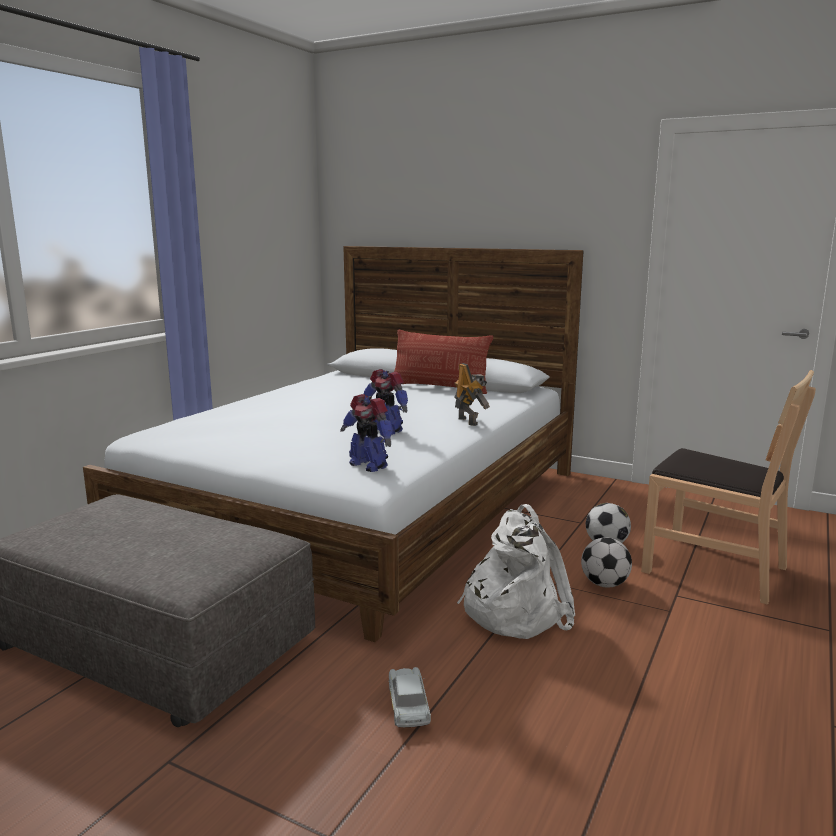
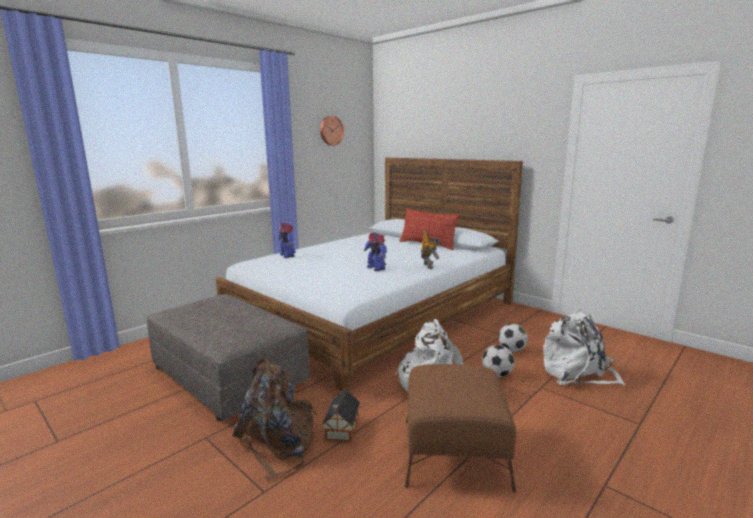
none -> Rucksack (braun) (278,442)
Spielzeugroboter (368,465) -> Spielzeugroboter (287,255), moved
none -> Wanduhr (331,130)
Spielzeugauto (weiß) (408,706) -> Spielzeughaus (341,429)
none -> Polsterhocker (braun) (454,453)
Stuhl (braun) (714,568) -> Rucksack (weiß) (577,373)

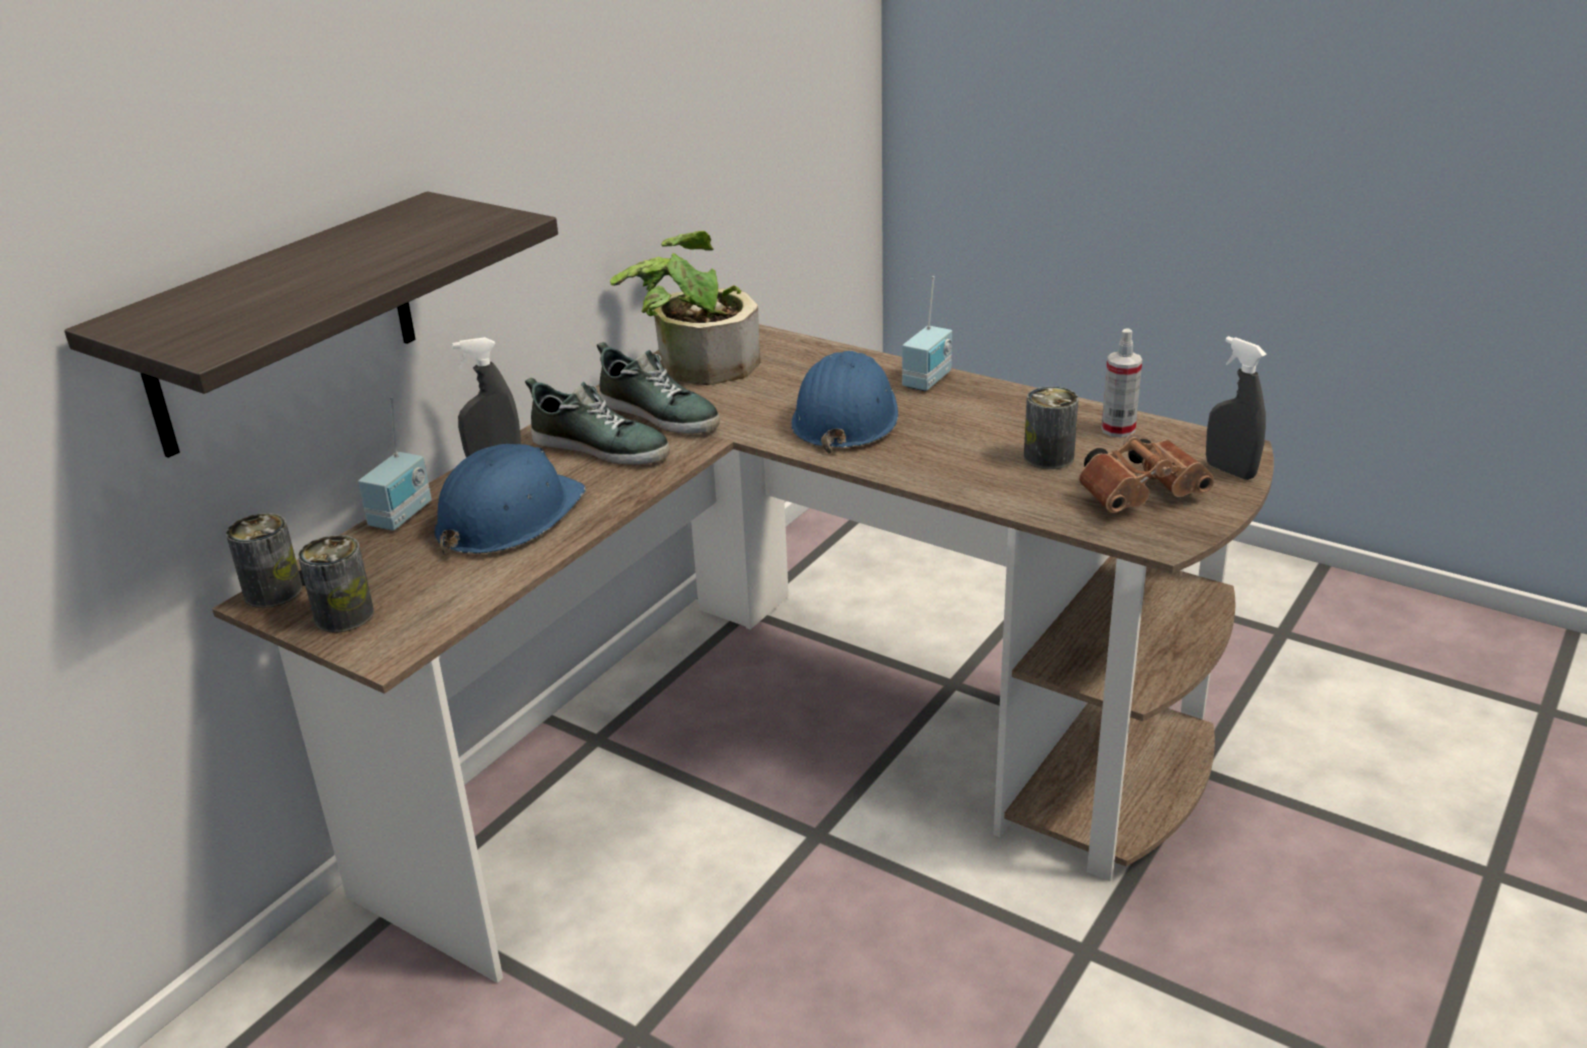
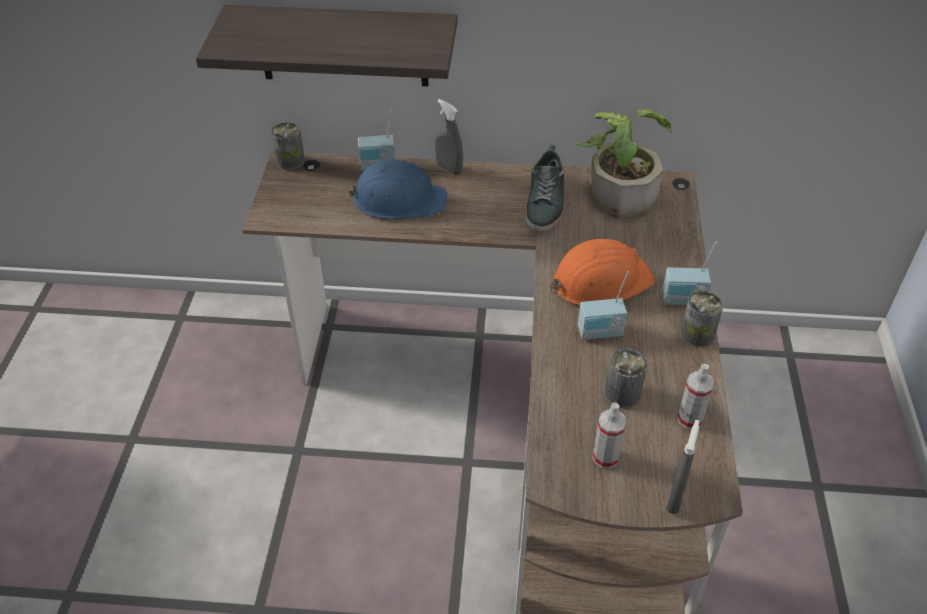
Schutzhelm (blau) (845,418) -> Schutzhelm (orange) (600,281)
none -> Radio (600,333)
Fernglas (braun) (1143,495) -> Sprühflasche (605,457)
Dose (344,615) -> Dose (697,334), moved
Schuh (601,446) -> none

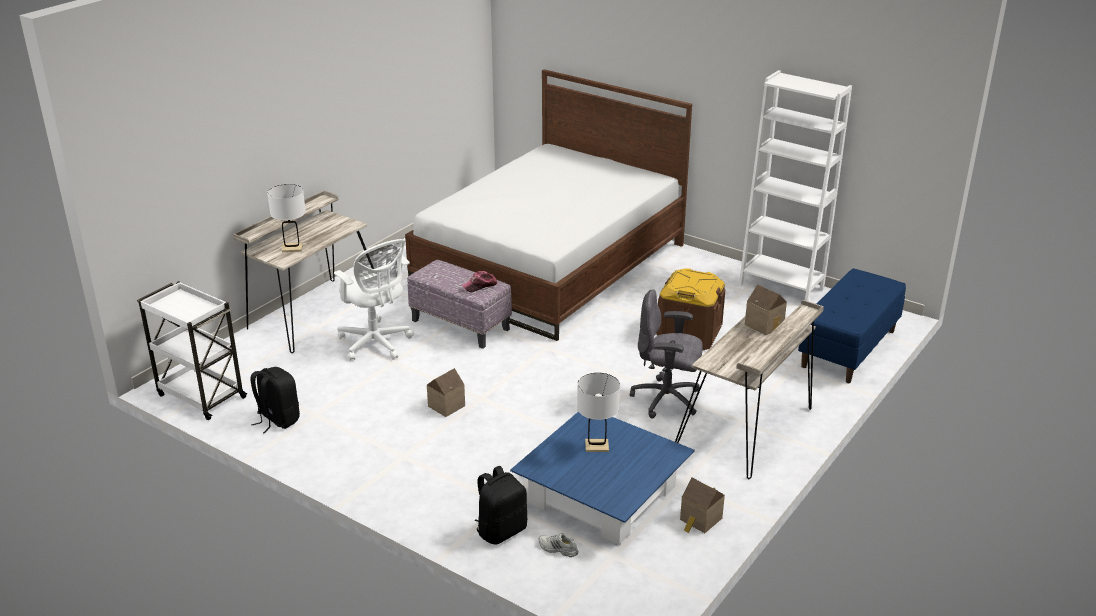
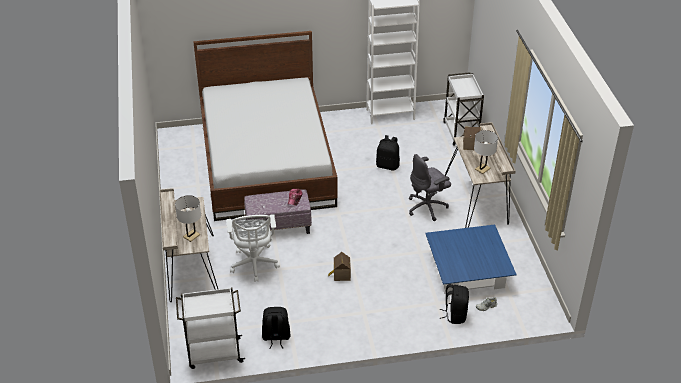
Bürostuhl (weiß) (376,344) -> Bürostuhl (weiß) (254,265), 75 degrees clockwise
Aufbewahrungsbox (braun) (689,333) -> Rucksack (schwarz) (388,165)
Bank (blau) (848,349) -> Rollwagen (weiß) (461,133)
Tischlampe (weiß) (596,446) -> Tischlampe (weiß) (482,169), moved
Spielzeughaus (700,520) -> none

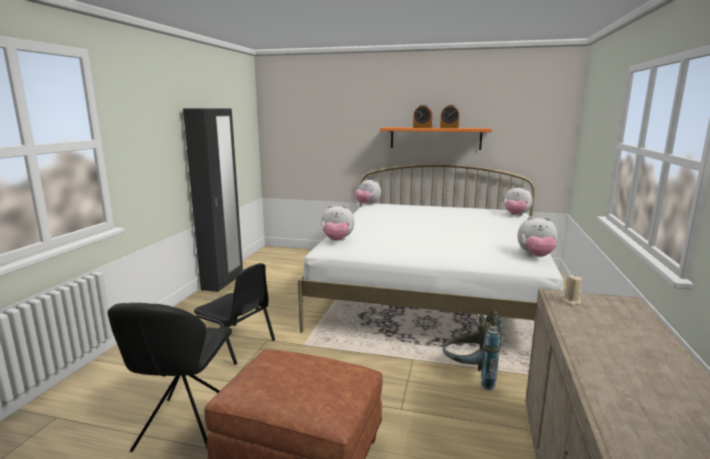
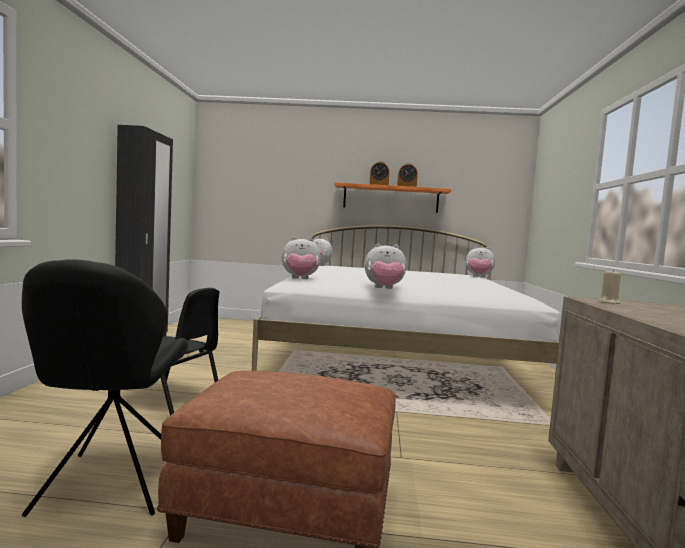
Plüschtier (536,256) -> Plüschtier (384,288), moved
Rucksack (grau) (470,376) -> none

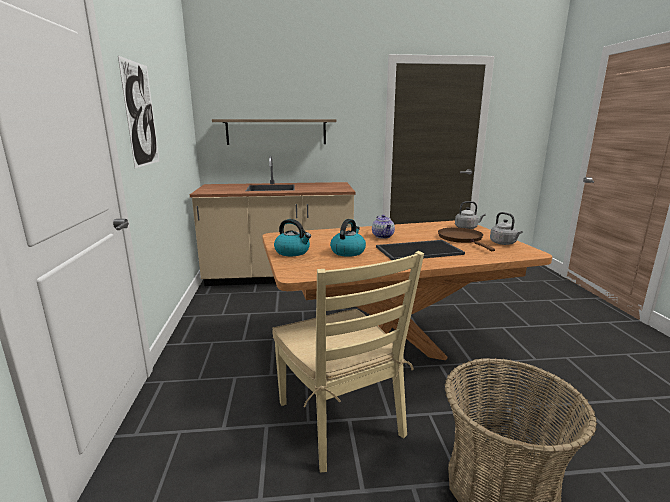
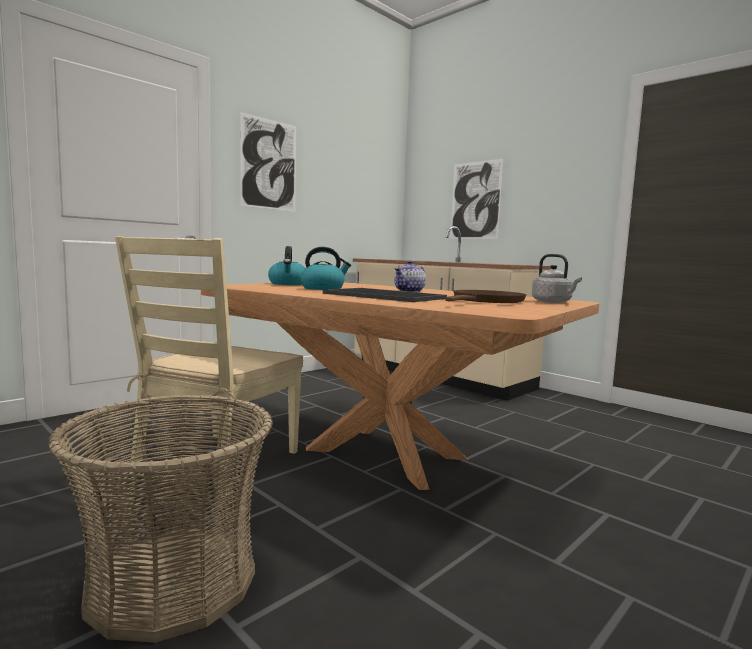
Wandregal (276,132) -> Bild (475,200)
Wasserkessel (grau) (504,243) -> none

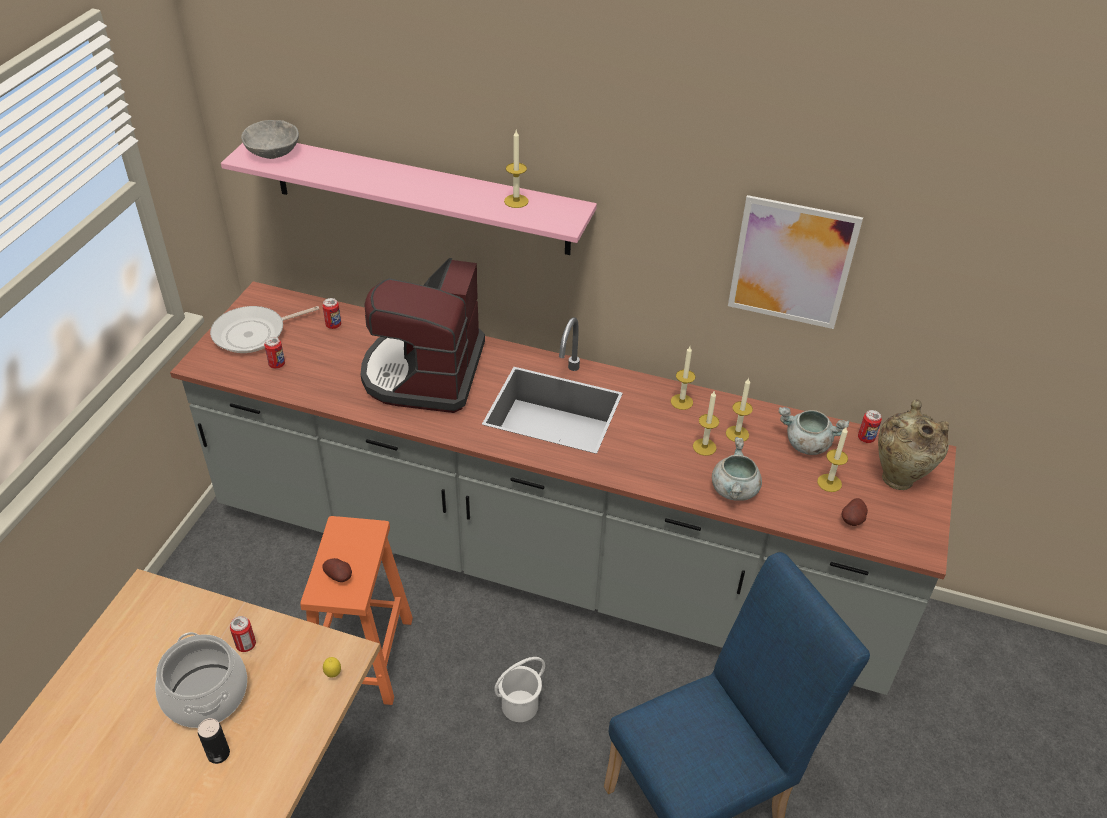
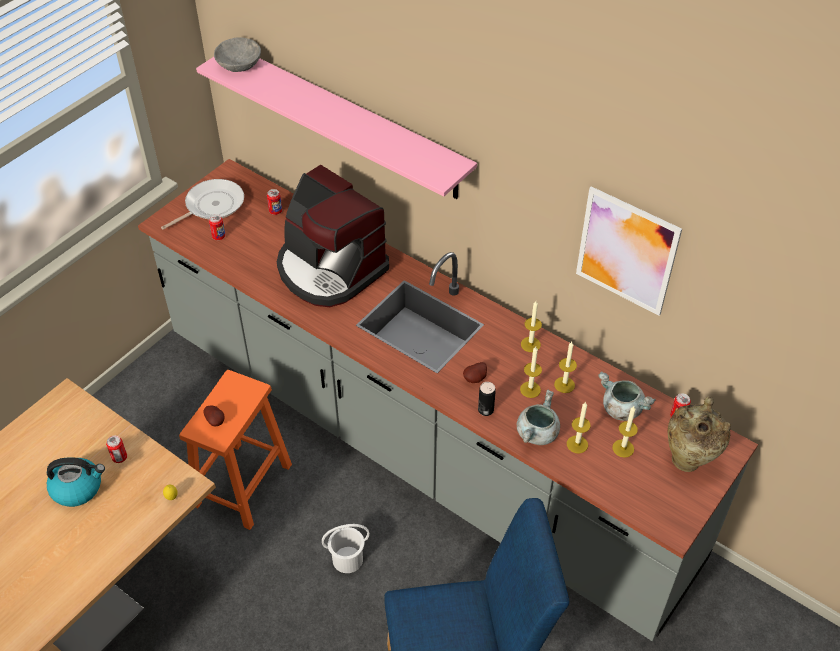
Kochtopf (205,695) -> Wasserkessel (78,488)
Pfanne (254,334) -> Pfanne (211,206), 150 degrees clockwise
Kaffeemaschine (424,372) -> Kaffeemaschine (330,269), 75 degrees counterclockwise
Kartoffel (853,520) -> Kartoffel (476,379), moved
Dose (218,754) -> Dose (485,410), moved
Kerze (516,201) -> Kerze (577,444), moved

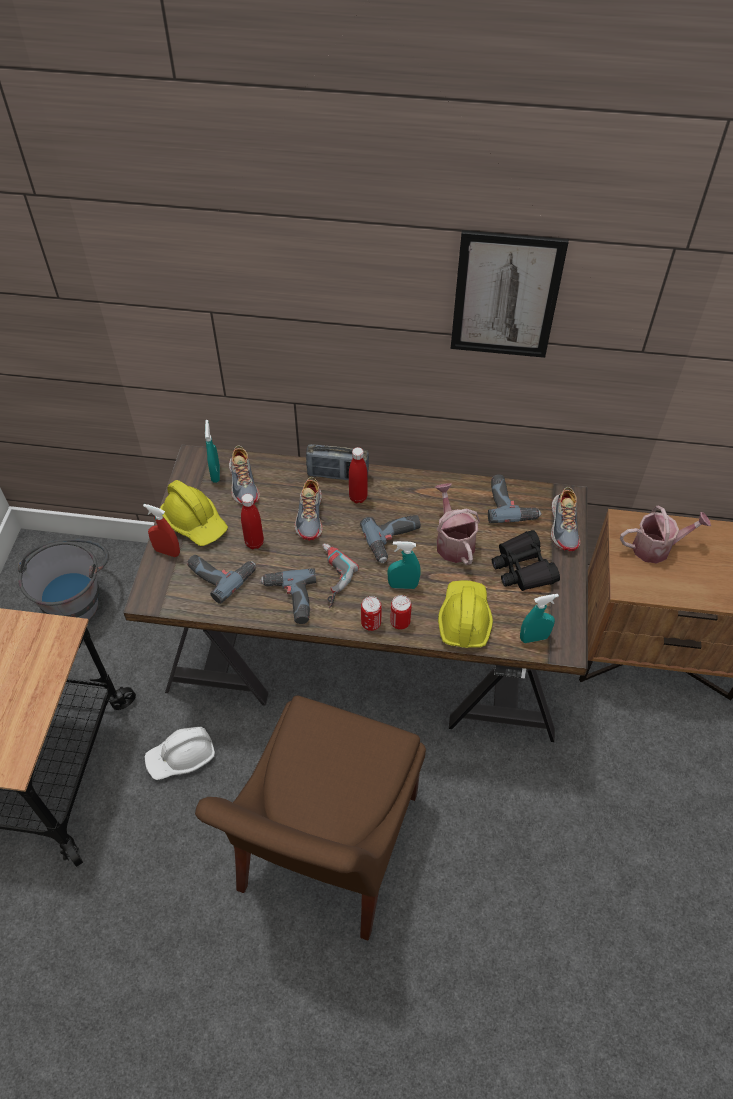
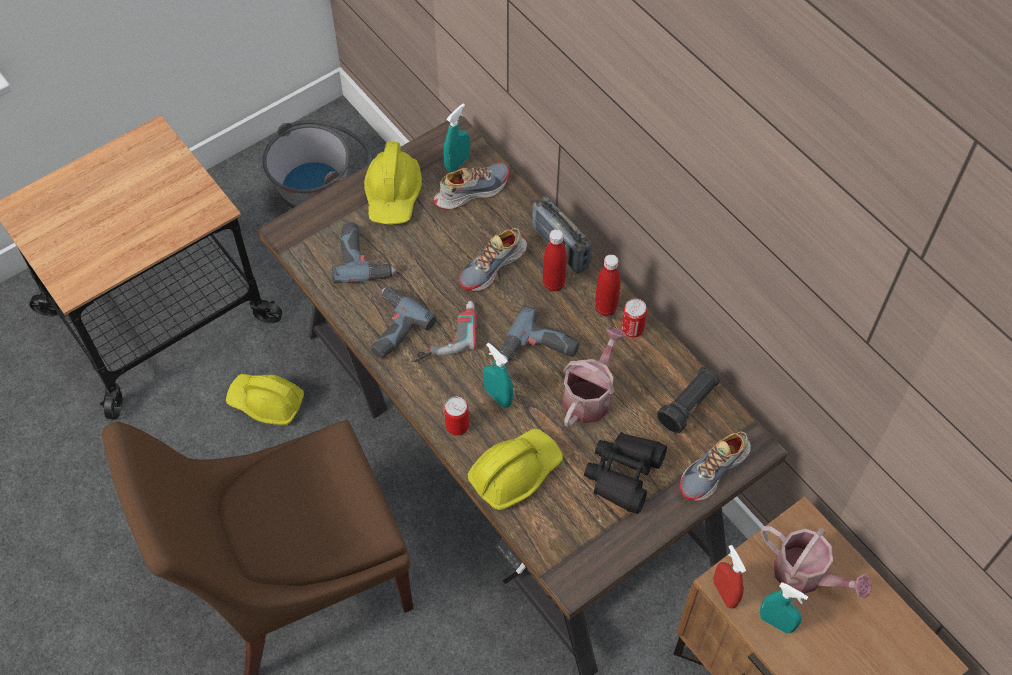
Schutzhelm (weiß) (181,757) -> Schutzhelm (gelb) (266,402)
Schuh (244,483) -> Schuh (471,190), 150 degrees counterclockwise
Flasche (rot) (254,543) -> Flasche (rot) (605,308), moved
Dose (371,623) -> Dose (632,329), moved
Bohrmaschine (510,503) -> Taschenlampe (schwarz) (688,405)
Sprühflasche (rot) (167,551) -> Sprühflasche (rot) (724,593), moved
Sprühflasche (türkis) (534,638) -> Sprühflasche (türkis) (776,622), moved
Bild (505,296) -> none

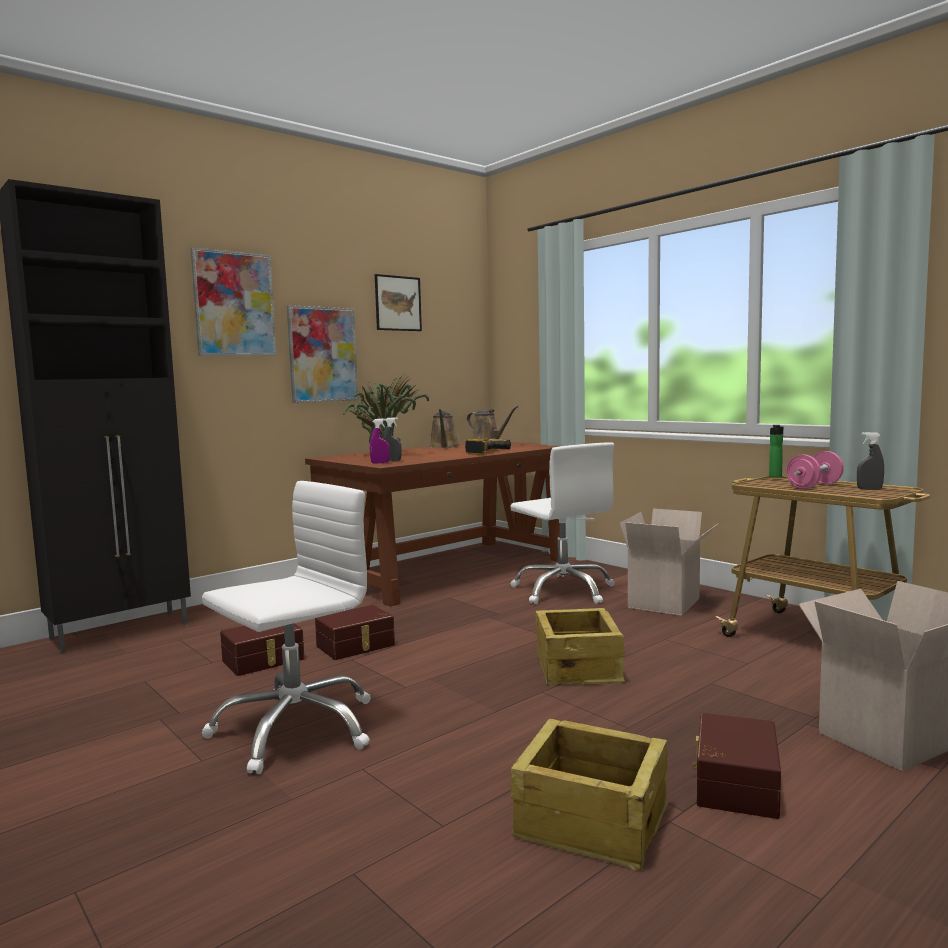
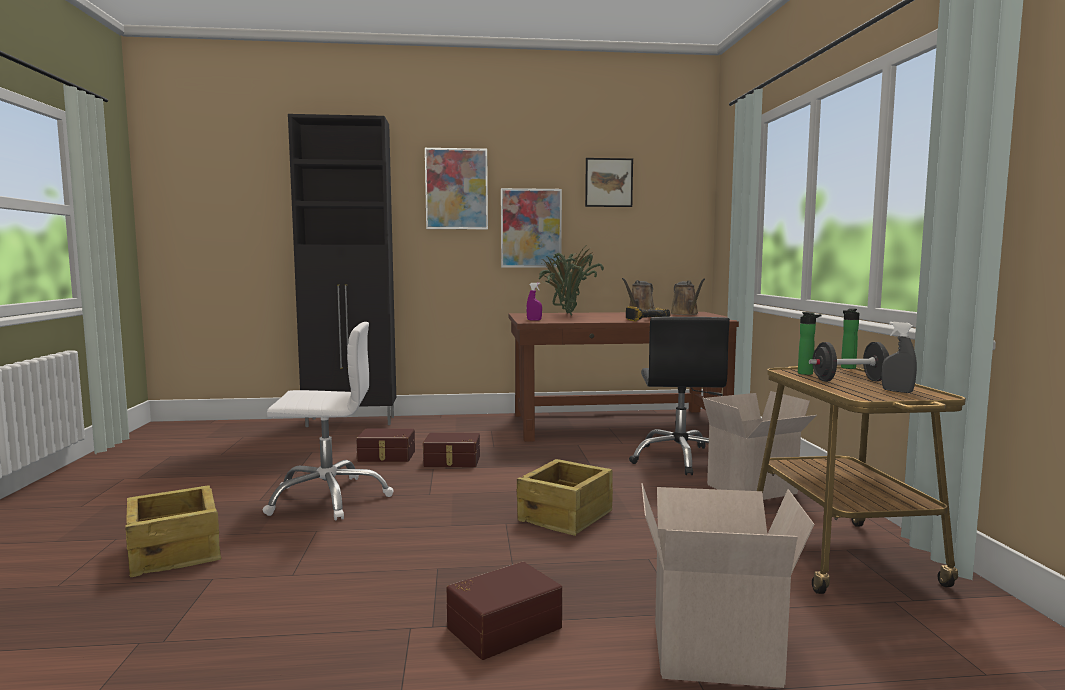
Kiste (591,820) -> Kiste (176,551), moved
Bürostuhl (weiß) (563,590) -> Bürostuhl (schwarz) (680,459)
none -> Flasche (807,374)
Hantel (rosa) (814,486) -> Hantel (schwarz) (849,380)
Sprühflasche (grau) (392,461) -> none

